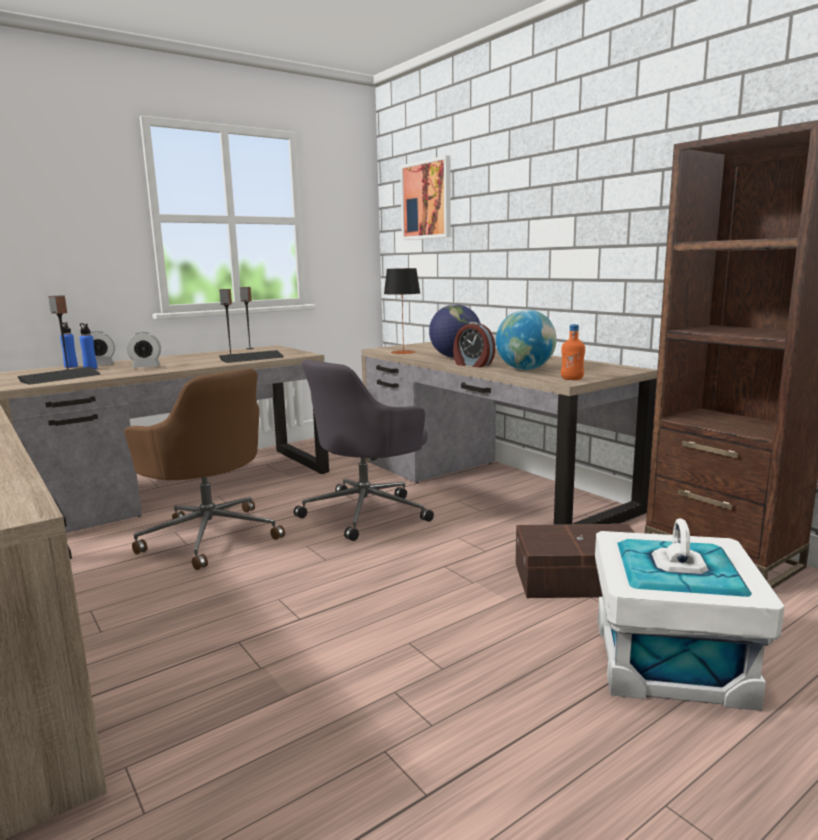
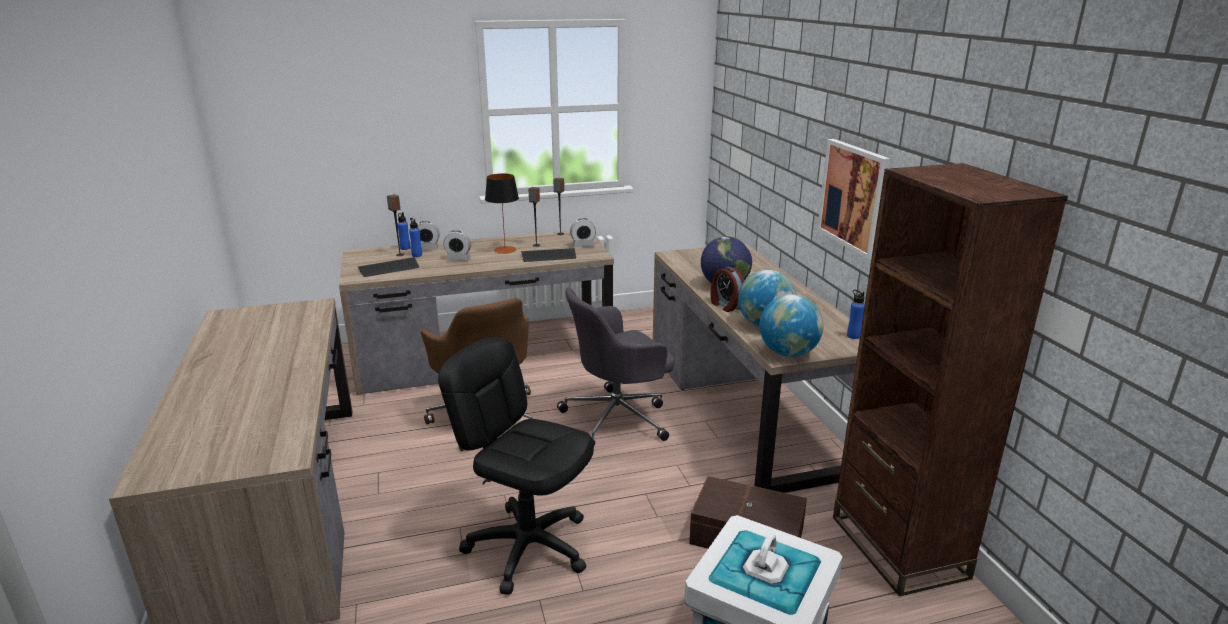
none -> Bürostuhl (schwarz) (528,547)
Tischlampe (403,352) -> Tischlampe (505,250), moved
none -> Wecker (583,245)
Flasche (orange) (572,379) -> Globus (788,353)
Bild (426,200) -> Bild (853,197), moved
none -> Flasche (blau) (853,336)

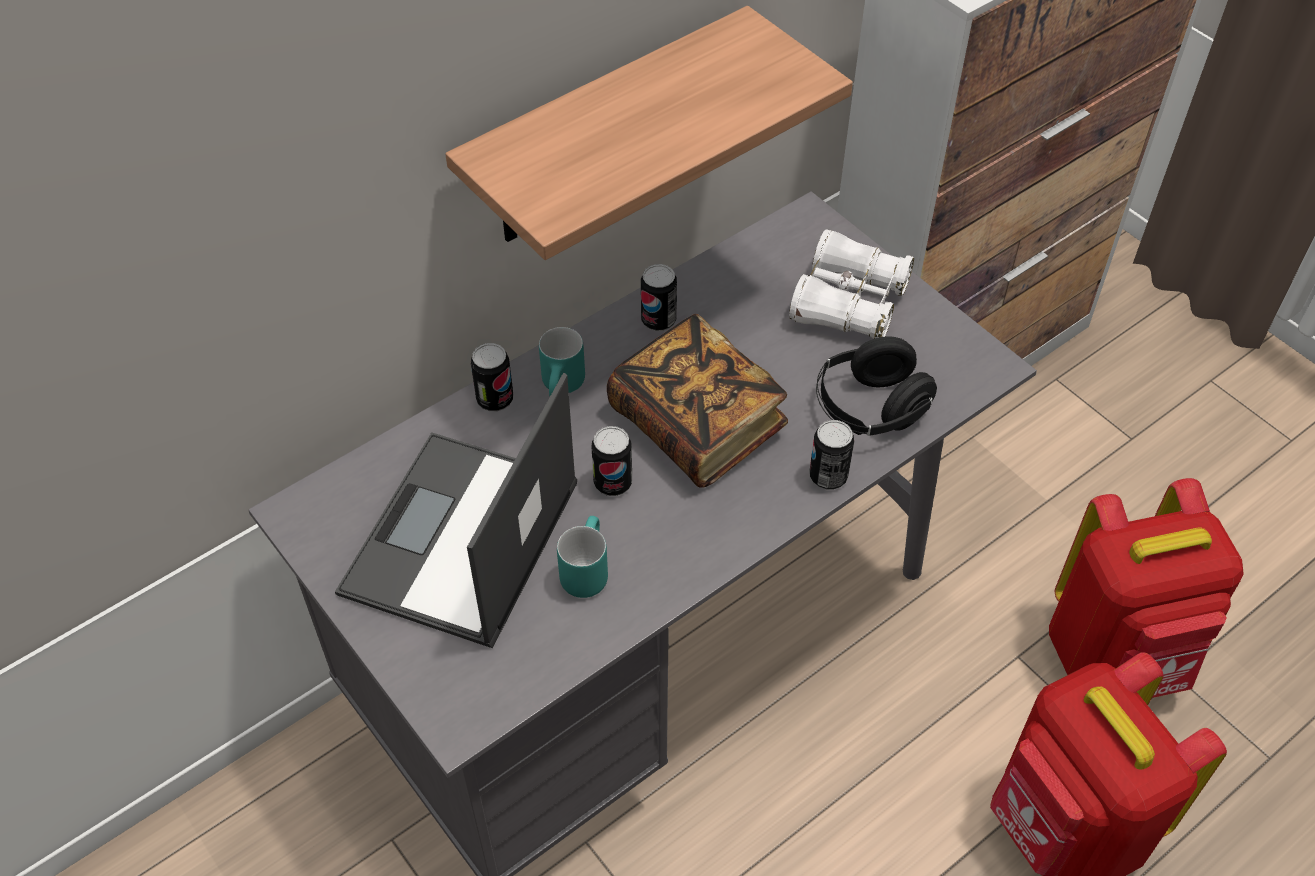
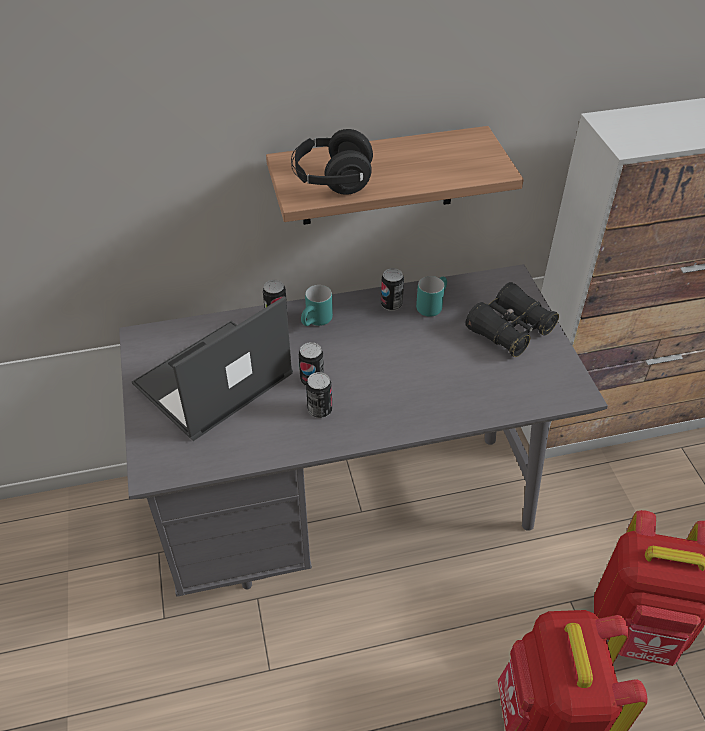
Kopfhörer (schwarz) (870,409) -> Kopfhörer (schwarz) (332,181), moved
Dose (828,476) -> Dose (320,410), moved
Henkelbecher (türkis) (583,569) -> Henkelbecher (türkis) (430,305), moved
Fernglas (weiß) (849,302) -> Fernglas (schwarz) (509,330)
Buch (697,424) -> none

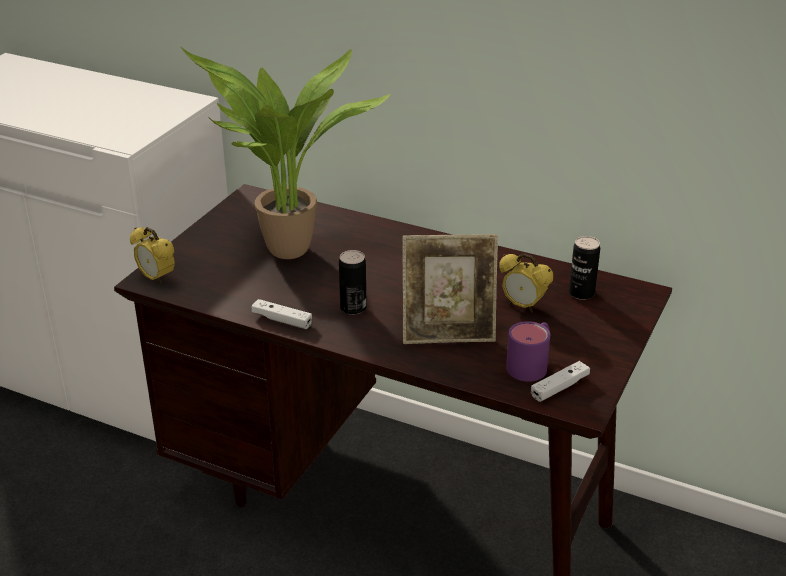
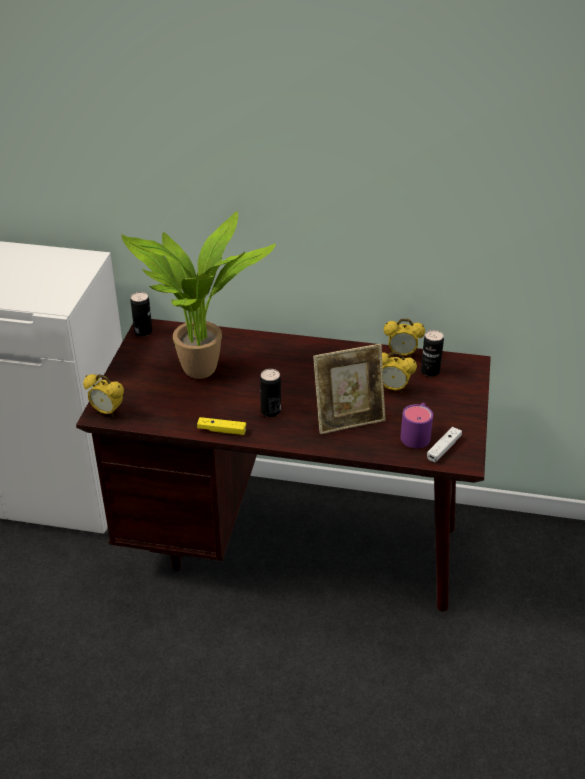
none -> Dose (143,331)
Gamepad (weiß) (282,320) -> Gamepad (gelb) (222,430)
none -> Wecker (402,354)

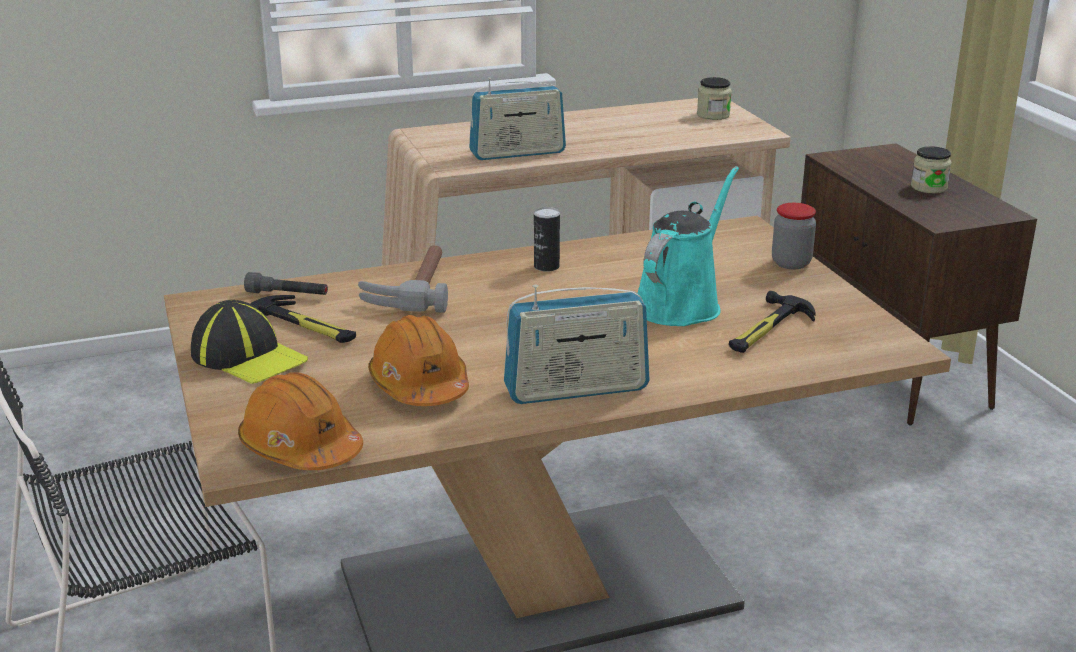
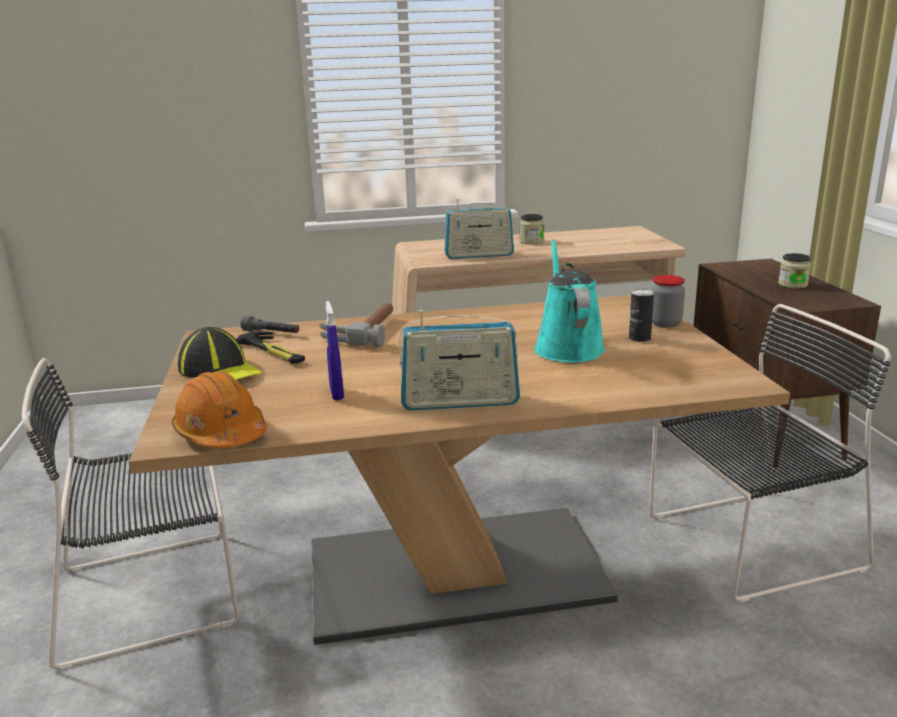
Schutzhelm (orange) (419,385) -> Sprühflasche (blau) (337,394)
Vorratsglas (713,115) -> Vorratsglas (531,241), moved
Gießkanne (türkis) (681,304) -> Gießkanne (türkis) (567,347), 45 degrees counterclockwise
Dose (546,267) -> Dose (639,338), moved
none -> Stuhl (schwarz) (747,543)
Hammer (767,329) -> none

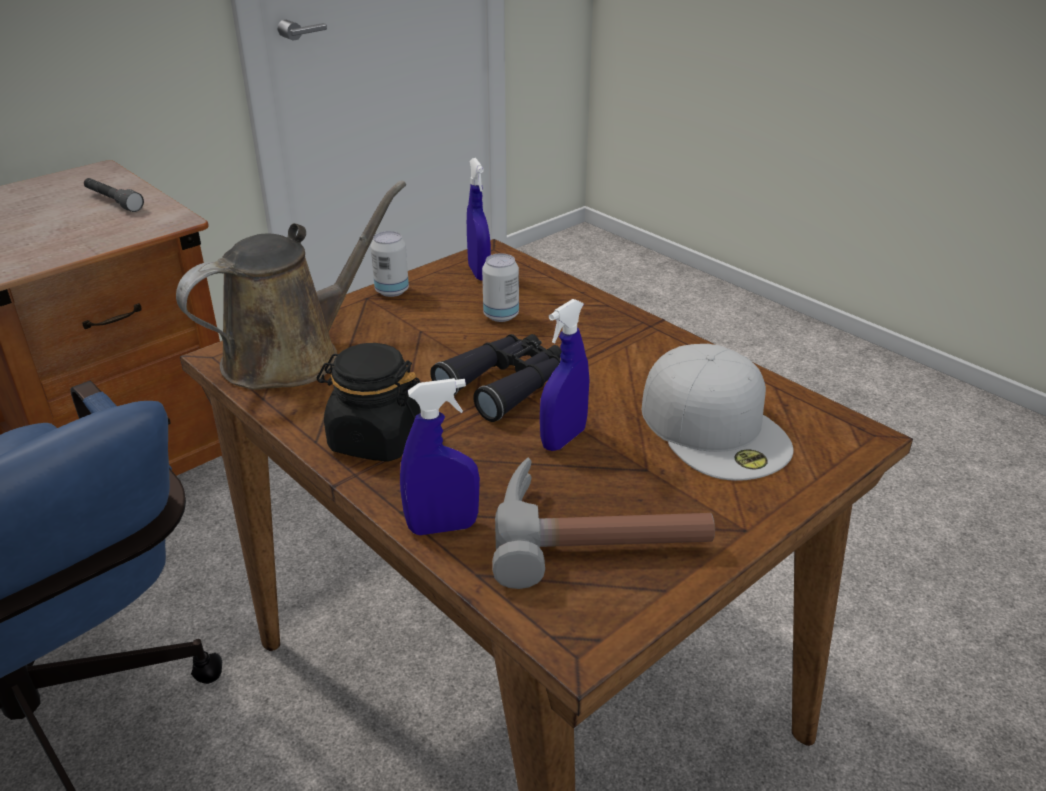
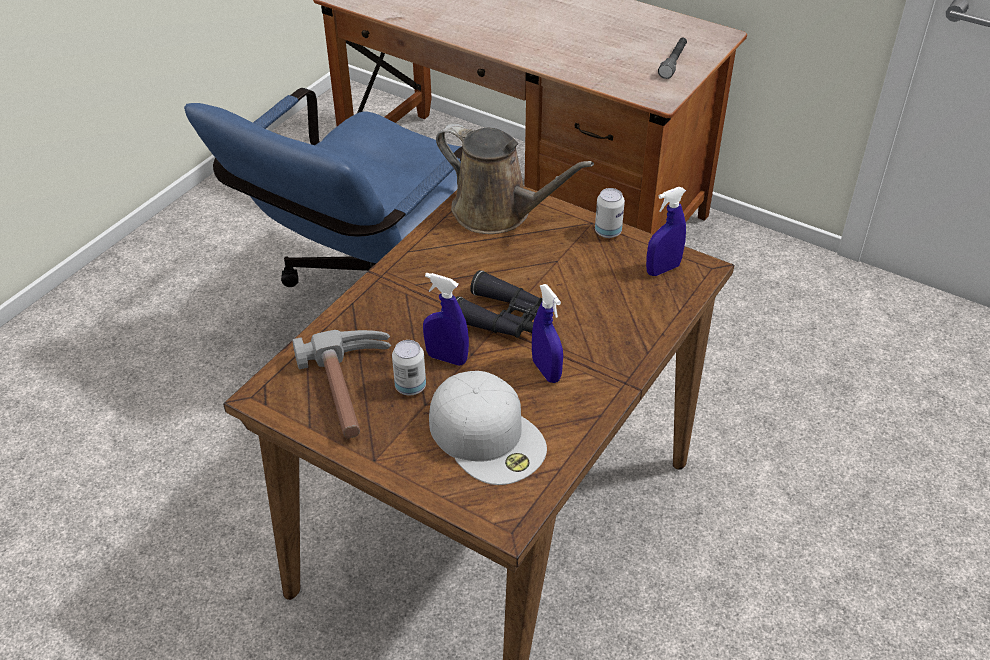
Dose (501,315) -> Dose (410,387), moved
Kappe (weiß) (715,427) -> Kappe (weiß) (488,436), 90 degrees counterclockwise
Sprühflasche (blau) (442,527) -> Sprühflasche (blau) (546,371), moved
Vorratsglas (schwarz) (375,439) -> none

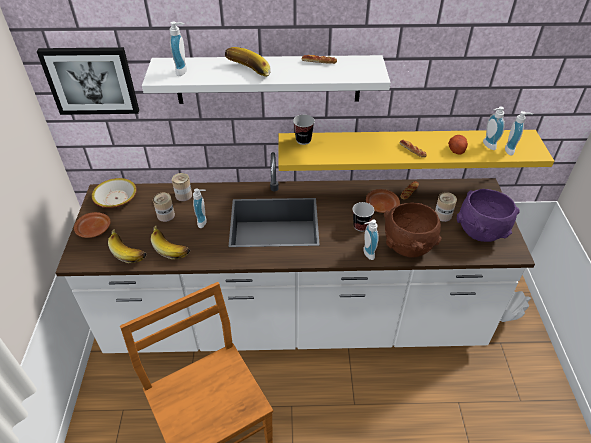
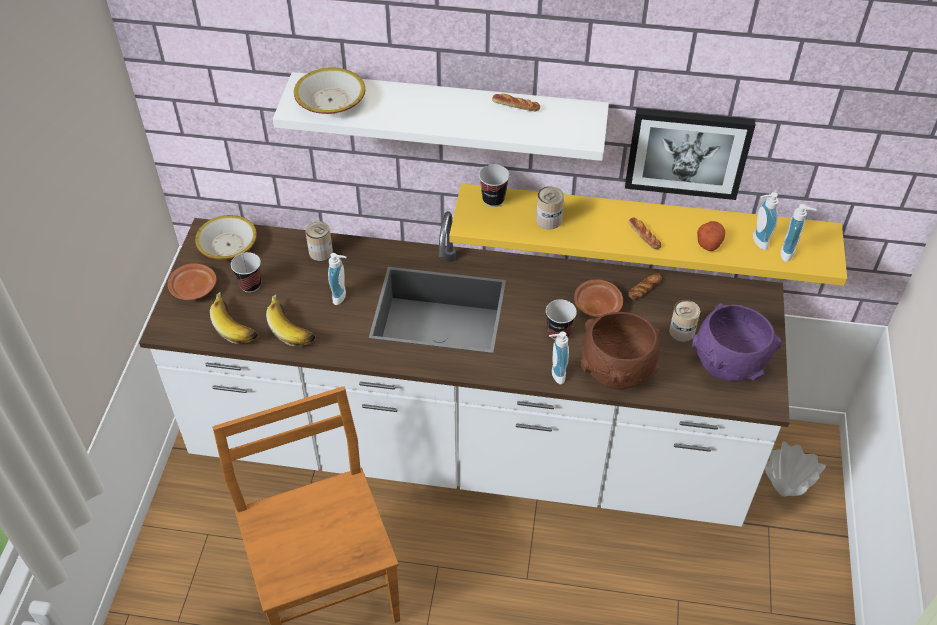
none -> Tasse (250,285)
Seifenspender (183,71) -> Schüssel (330,101)
Dose (166,215) -> Dose (548,220), moved
Bild (91,80) -> Bild (687,152), moved
Banane (247,72) -> none

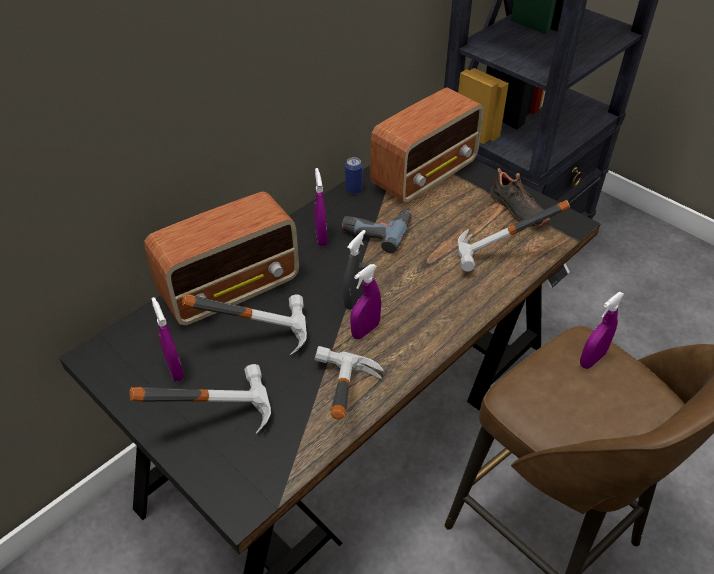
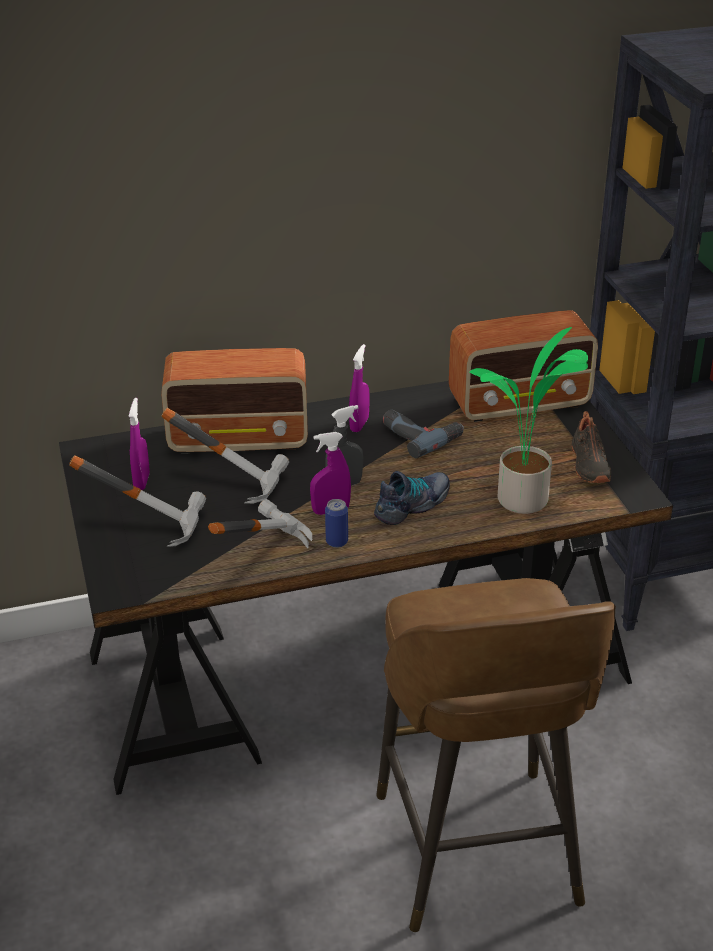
Dose (353,190) -> Dose (337,542), moved
none -> Schuh (413,505)
Hammer (502,262) -> Topfpflanze (522,502)
Sprühflasche (lila) (592,359) -> none

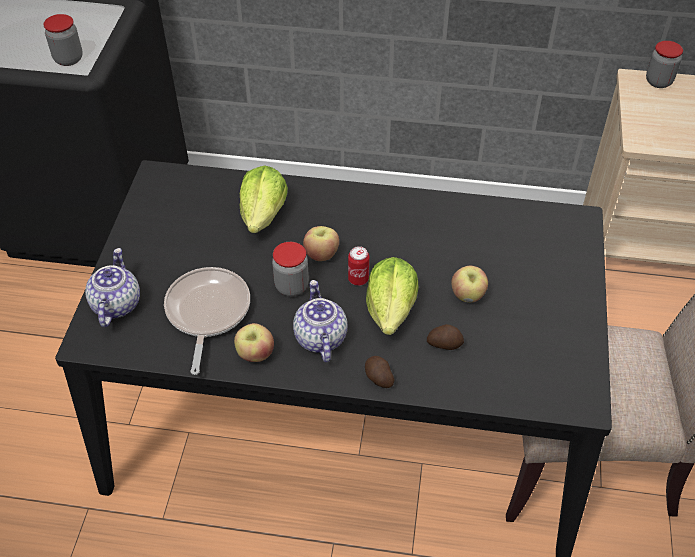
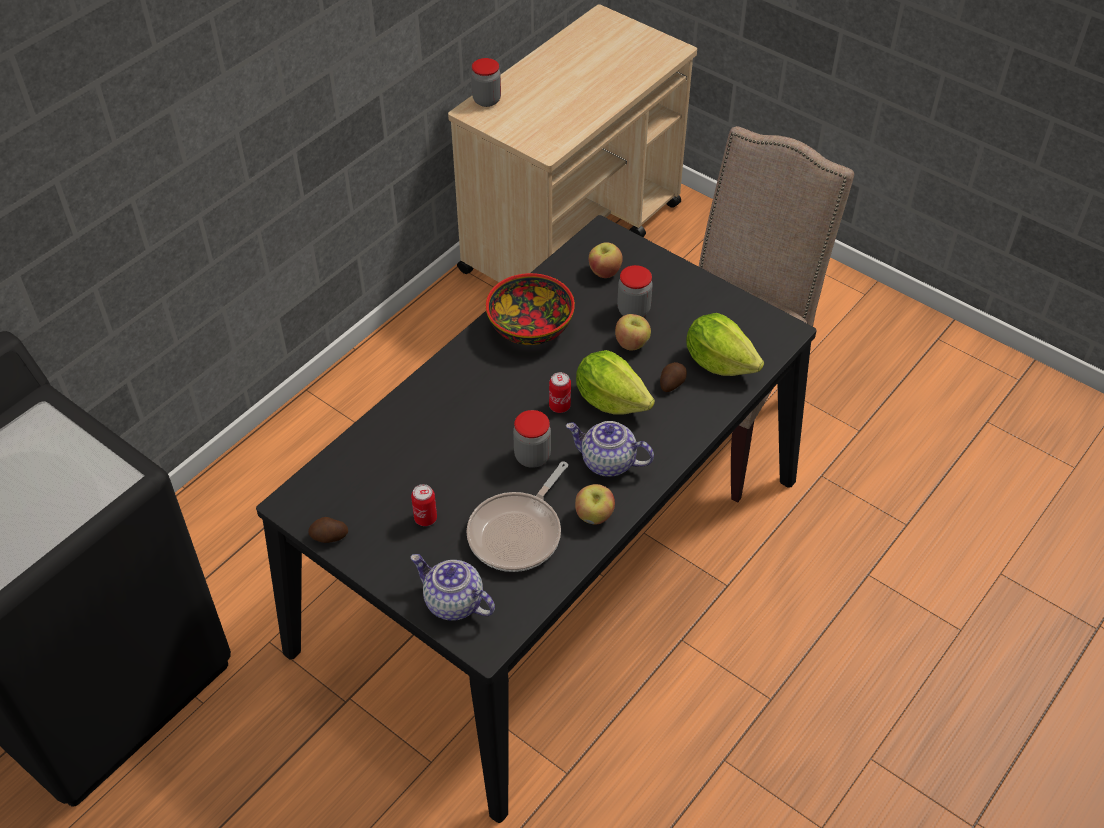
Kartoffel (378,377) -> Kartoffel (329,537), moved
none -> Dose (425,518)
Pfanne (207,313) -> Pfanne (518,533), 90 degrees counterclockwise
none -> Schüssel (530,327)
Apfel (321,254) -> Apfel (604,271), moved
Vorratsglas (68,59) -> Vorratsglas (633,310), moved
Salatkopf (264,215) -> Salatkopf (719,362), moved

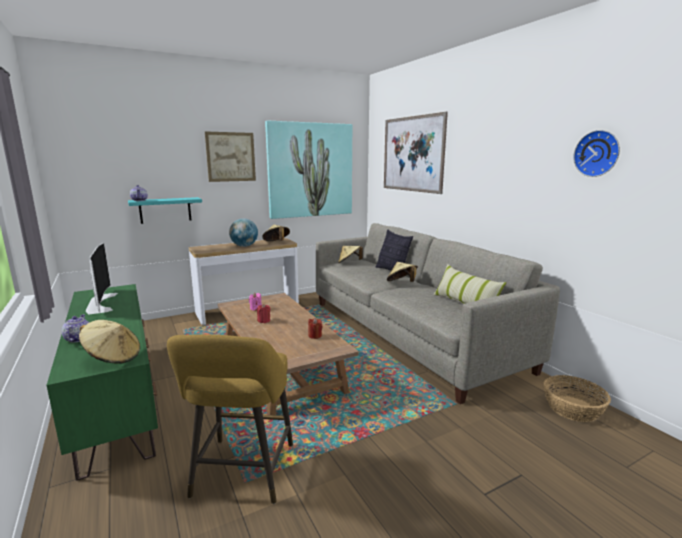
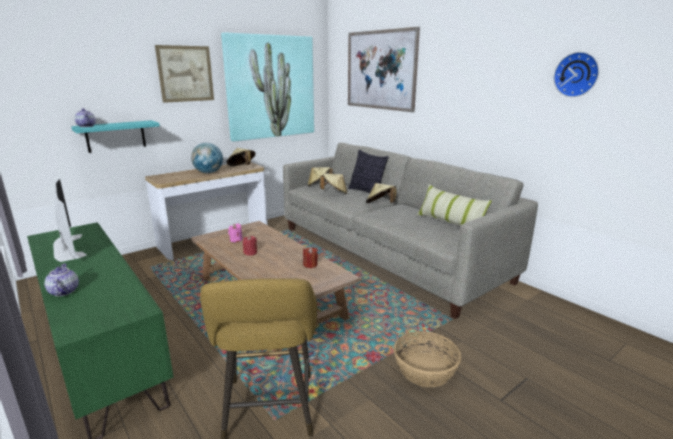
Hut (beige) (113,357) -> Hut (beige) (335,193), moved
Korb (573,409) -> Korb (425,370), moved

